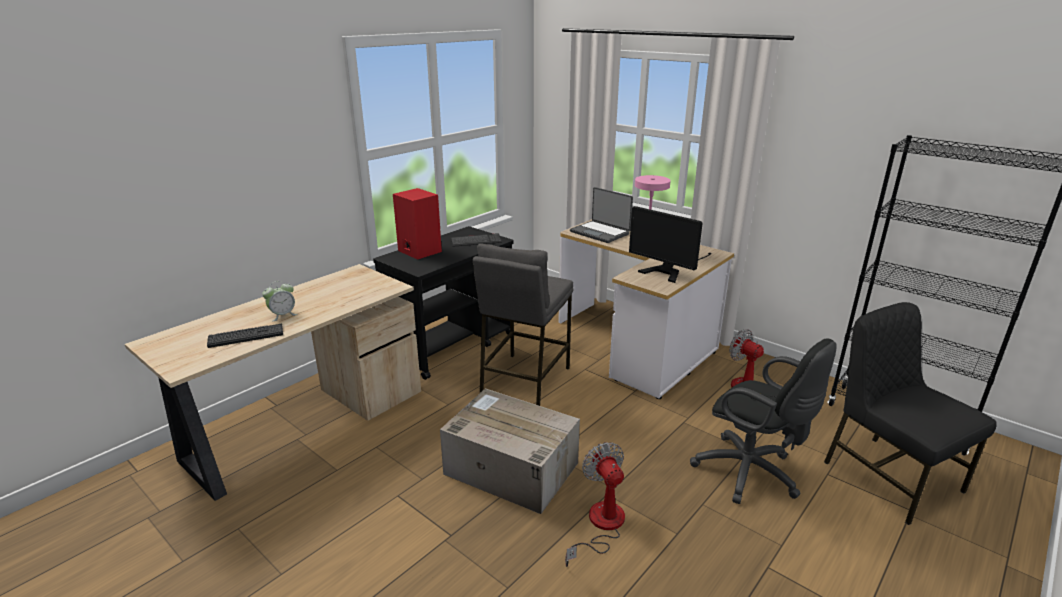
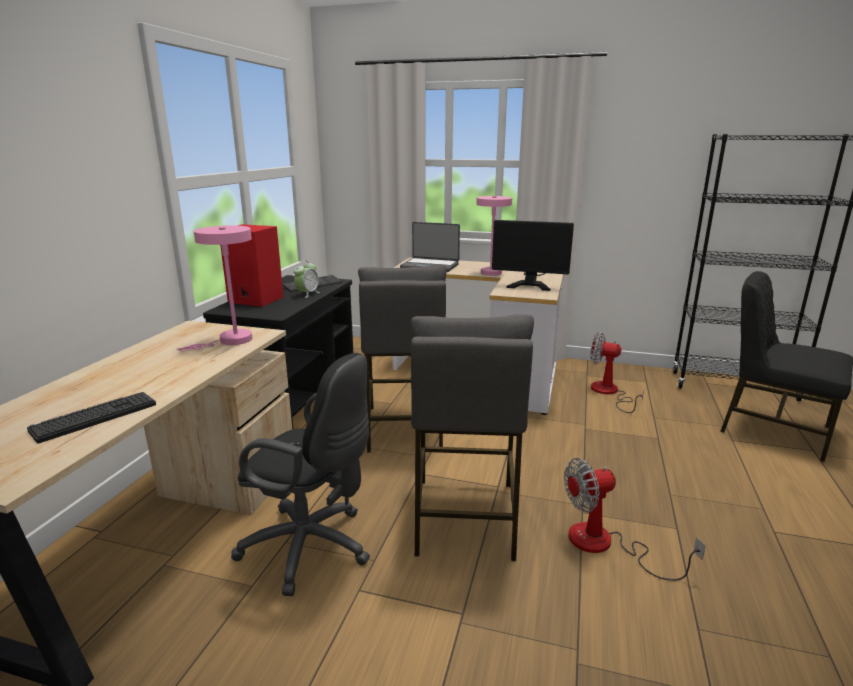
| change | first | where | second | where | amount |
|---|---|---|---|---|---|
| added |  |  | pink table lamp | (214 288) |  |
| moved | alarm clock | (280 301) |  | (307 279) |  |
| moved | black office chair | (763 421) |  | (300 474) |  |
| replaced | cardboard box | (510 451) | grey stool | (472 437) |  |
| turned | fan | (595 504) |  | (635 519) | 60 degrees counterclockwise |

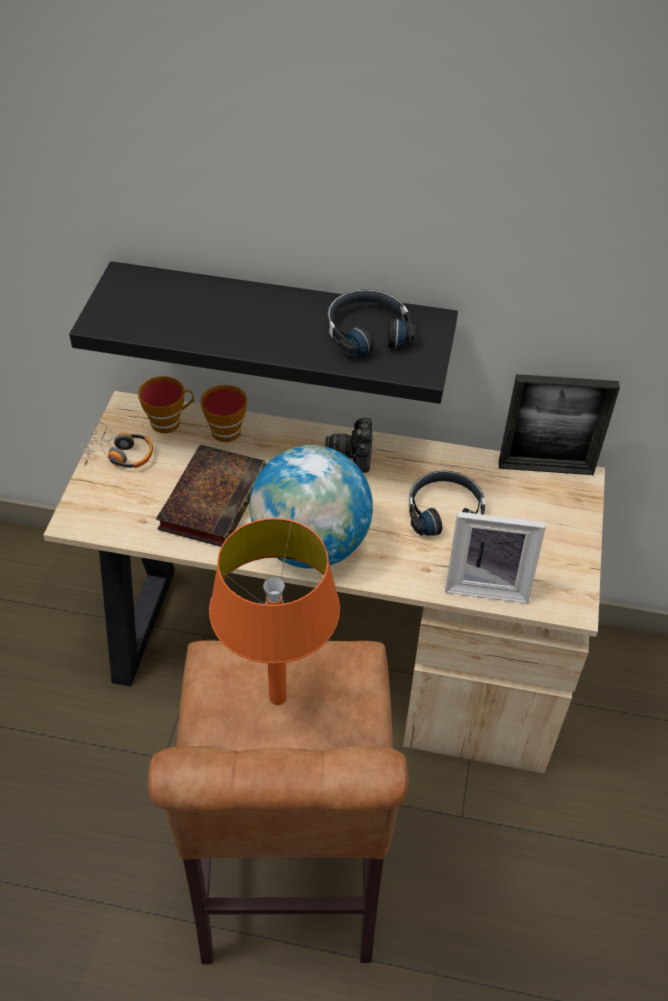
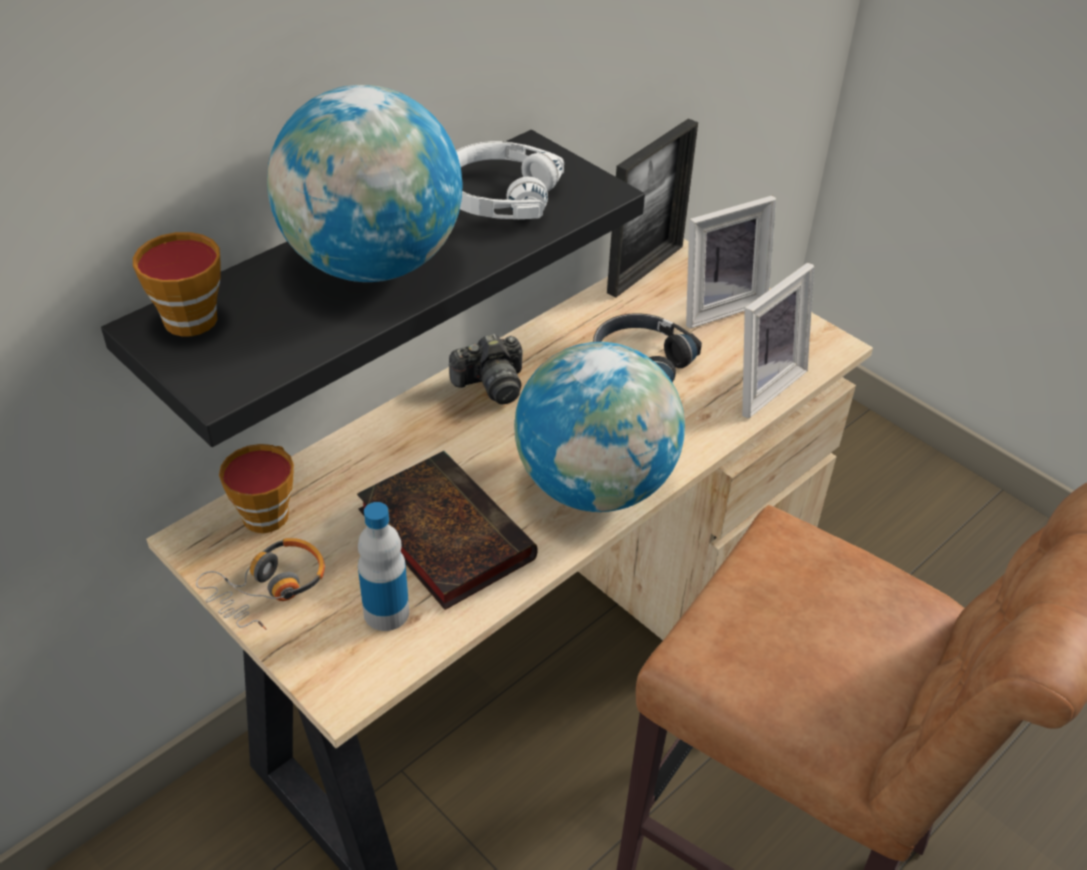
| change | first | where | second | where | amount |
|---|---|---|---|---|---|
| removed | orange table lamp | (274 611) |  |  |  |
| added |  |  | globe | (365 183) |  |
| added |  |  | bottle | (383 566) |  |
| added |  |  | picture frame | (731 262) |  |
| moved | cup | (223 413) |  | (177 284) |  |
| recoloured | black headphones | (371 323) | white headphones | (510 180) |  |
| turned | photo camera | (348 445) |  | (485 369) | 60 degrees counterclockwise |

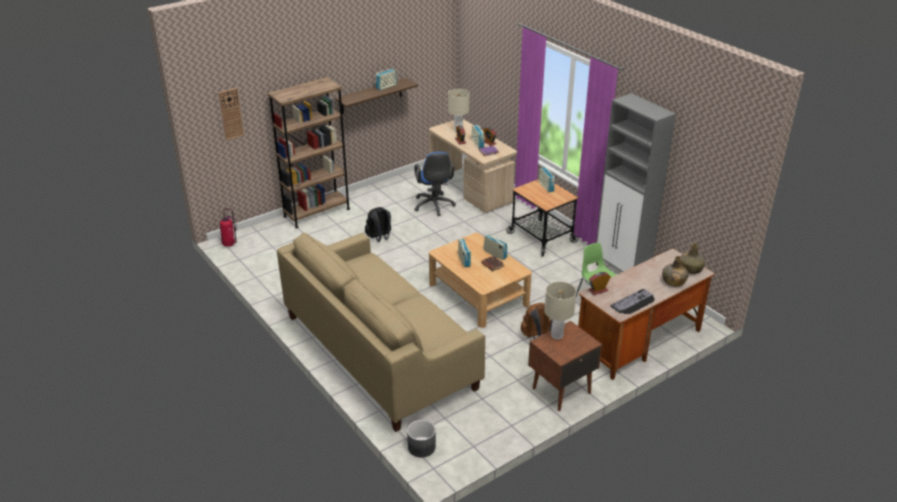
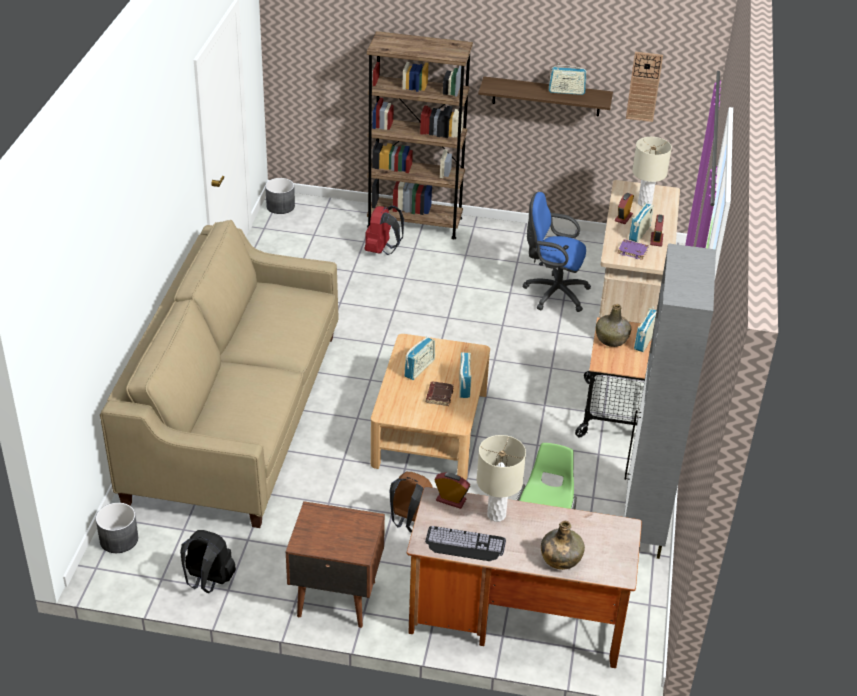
| change | first | where | second | where | amount |
|---|---|---|---|---|---|
| added |  |  | red backpack | (384 230) |  |
| moved | wall clock | (231 114) |  | (644 87) |  |
| moved | black backpack | (378 224) |  | (208 561) |  |
| moved | beige table lamp | (560 310) |  | (501 478) |  |
| moved | green bottle | (692 258) |  | (613 325) |  |
| replaced | fire extinguisher | (228 227) | grey planter | (280 196) |  |
| turned | blue office chair | (435 184) |  | (556 252) | 75 degrees clockwise |

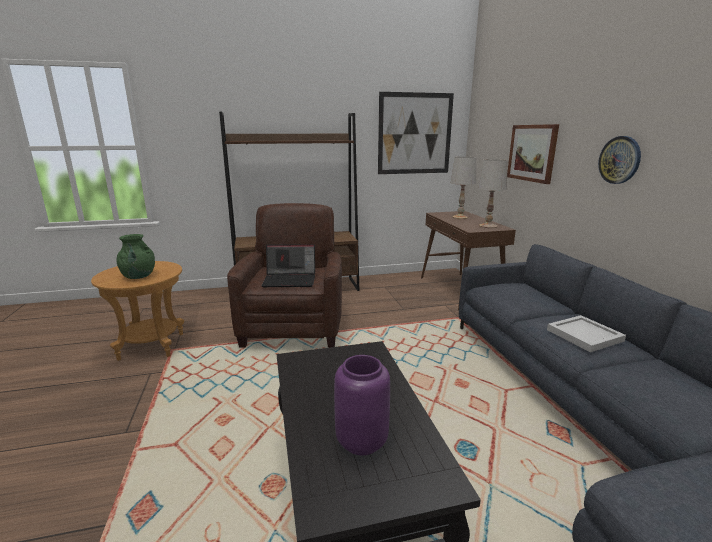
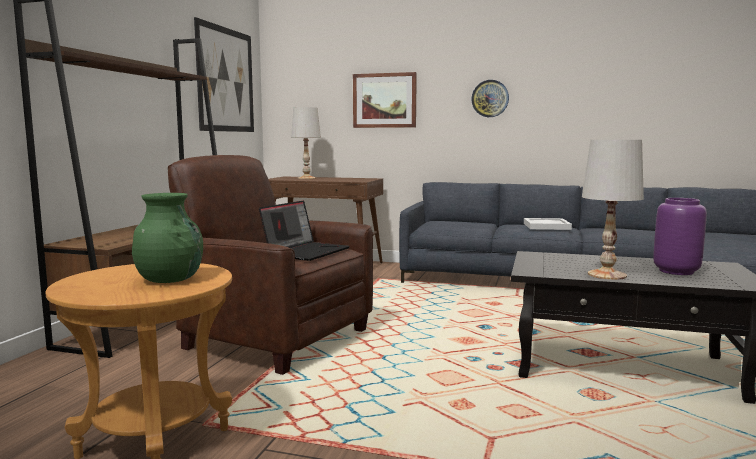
| change | first | where | second | where | amount |
|---|---|---|---|---|---|
| moved | white table lamp | (493 193) |  | (613 210) |  |

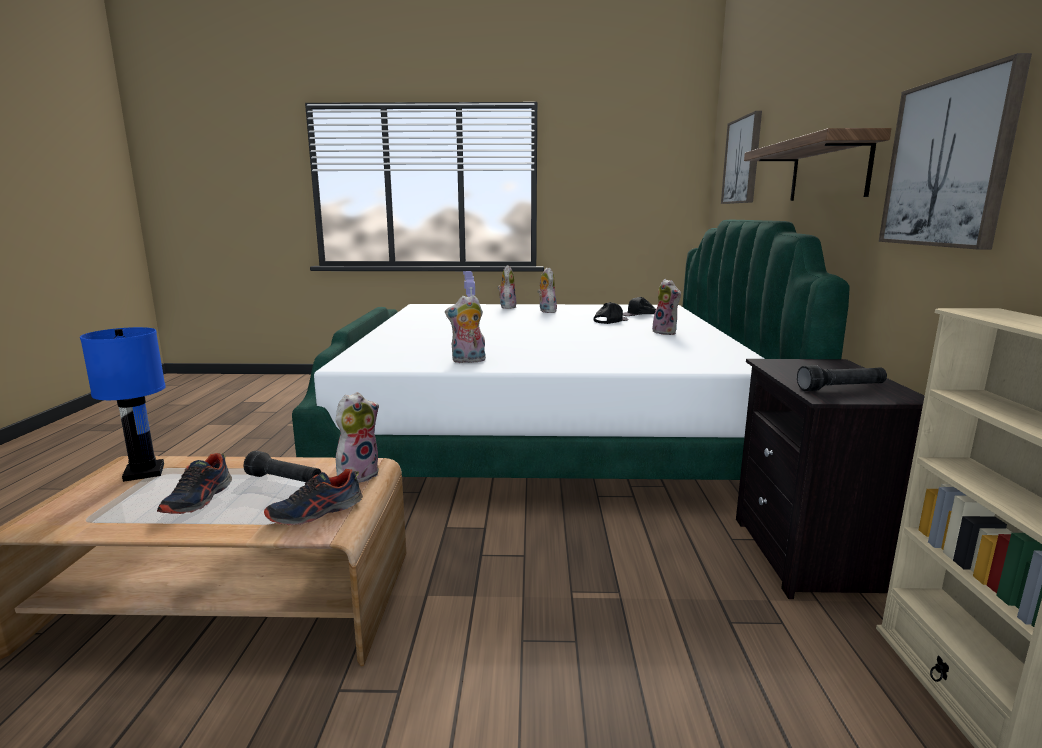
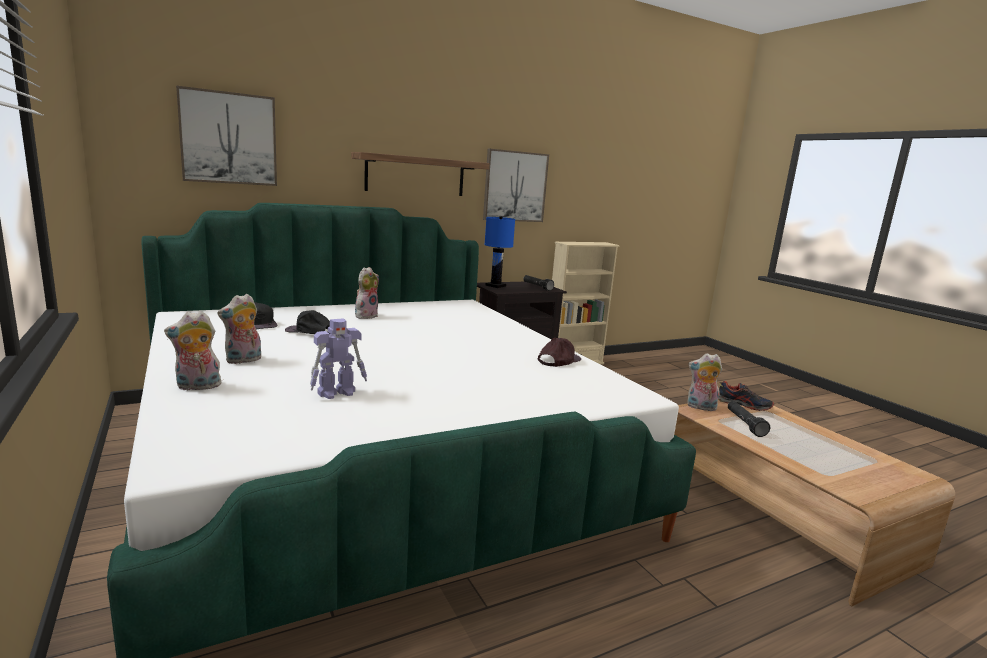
| change | first | where | second | where | amount |
|---|---|---|---|---|---|
| removed | shoe | (194 483) |  |  |  |
| moved | blue table lamp | (123 404) |  | (499 252) |  |
| replaced | plush toy | (465 329) | brown cap | (559 352) |  |

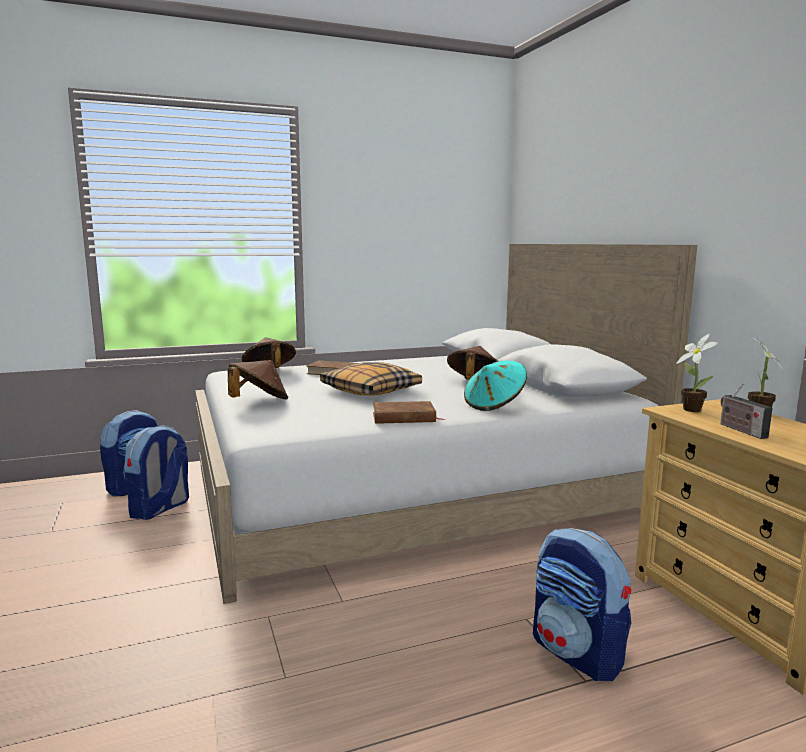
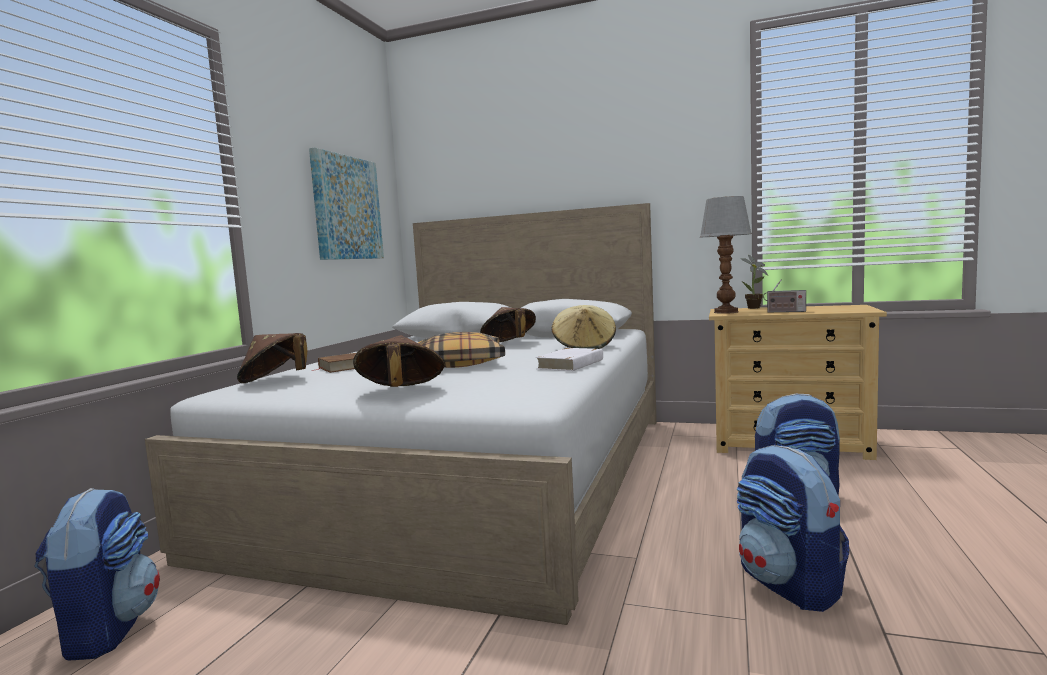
| change | first | where | second | where | amount |
|---|---|---|---|---|---|
| added |  |  | picture | (346 203) |  |
| moved | backpack | (156 472) |  | (793 528) |  |
| replaced | potted plant | (697 372) | table lamp | (726 255) |  |
| recoloured | brown book | (409 412) | white book | (569 359) |  |
| recoloured | turquoise hat | (495 386) | beige hat | (583 327) |  |

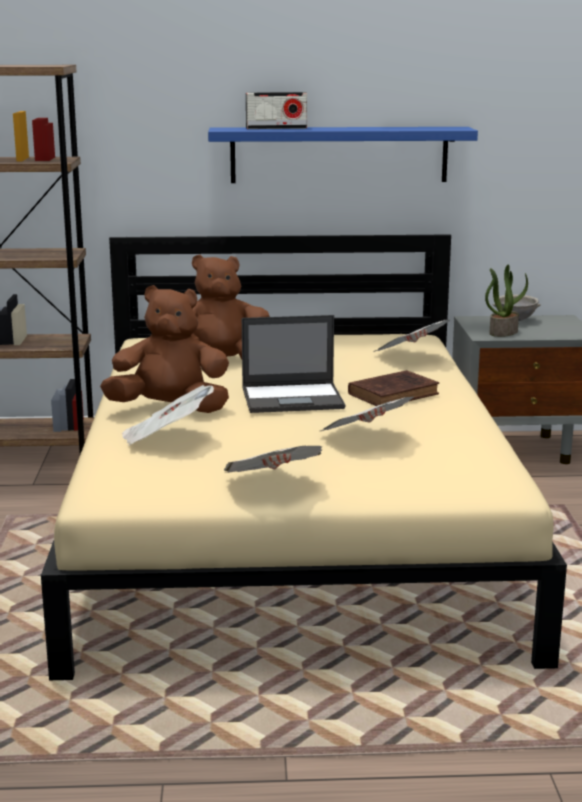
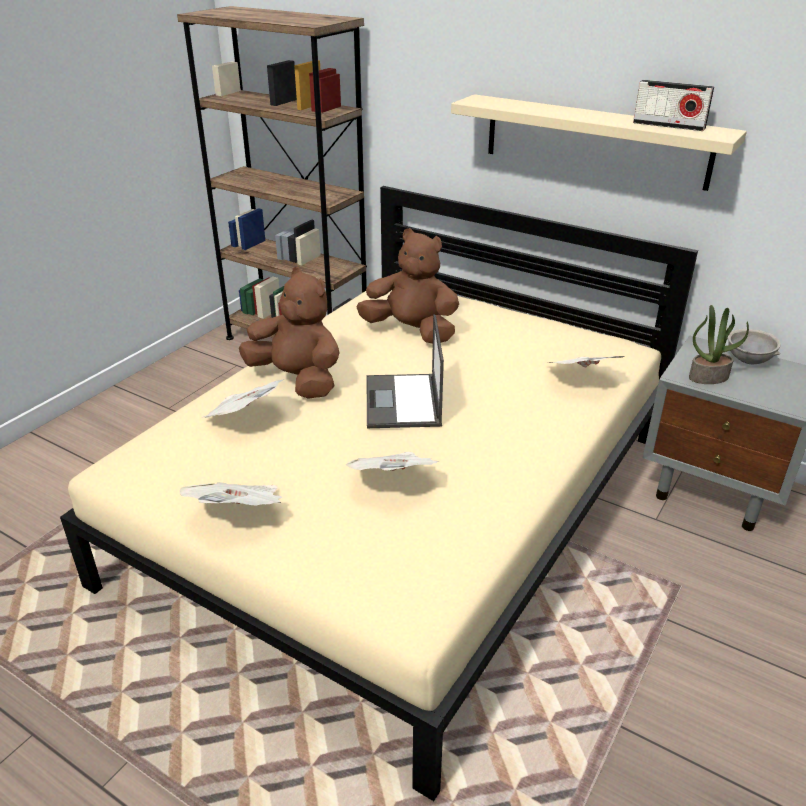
| change | first | where | second | where | amount |
|---|---|---|---|---|---|
| removed | brown book | (393 388) |  |  |  |
| moved | radio | (276 110) |  | (673 105) |  |
| recoloured | blue shelf | (343 155) | beige shelf | (599 142) |  |
| turned | laptop | (293 364) |  | (405 371) | 60 degrees clockwise |

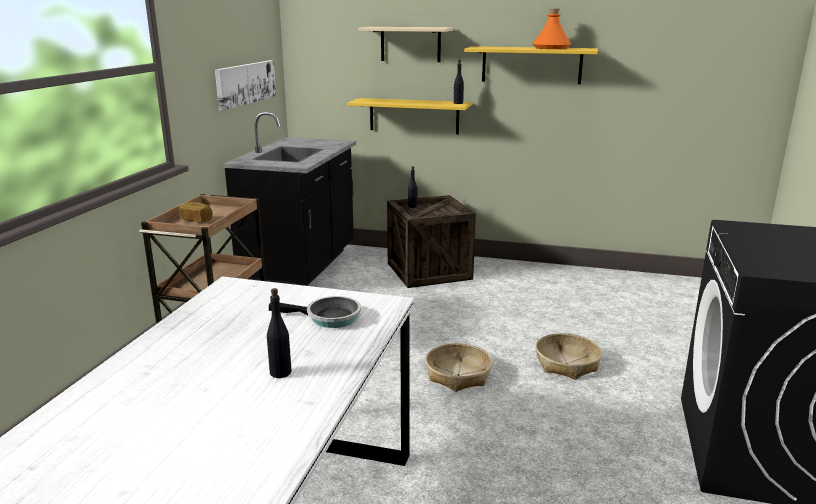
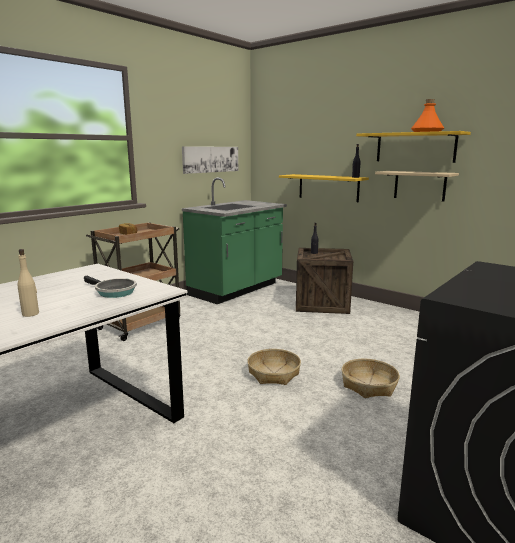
| change | first | where | second | where | amount |
|---|---|---|---|---|---|
| moved | beige shelf | (405 44) |  | (417 186) |  |
| recoloured | black counter | (290 199) | green counter | (234 240) |  |
| recoloured | black bottle | (279 333) | beige bottle | (28 283) |  |

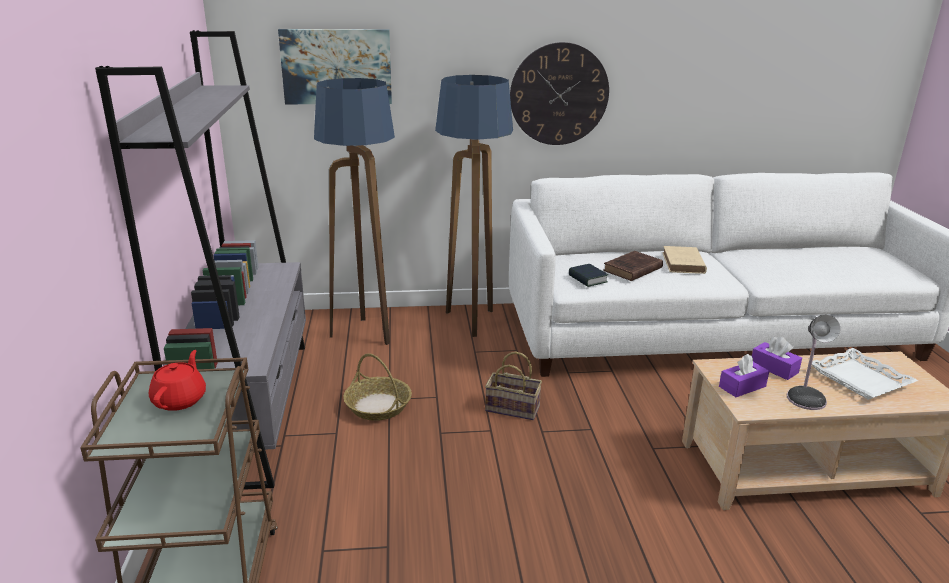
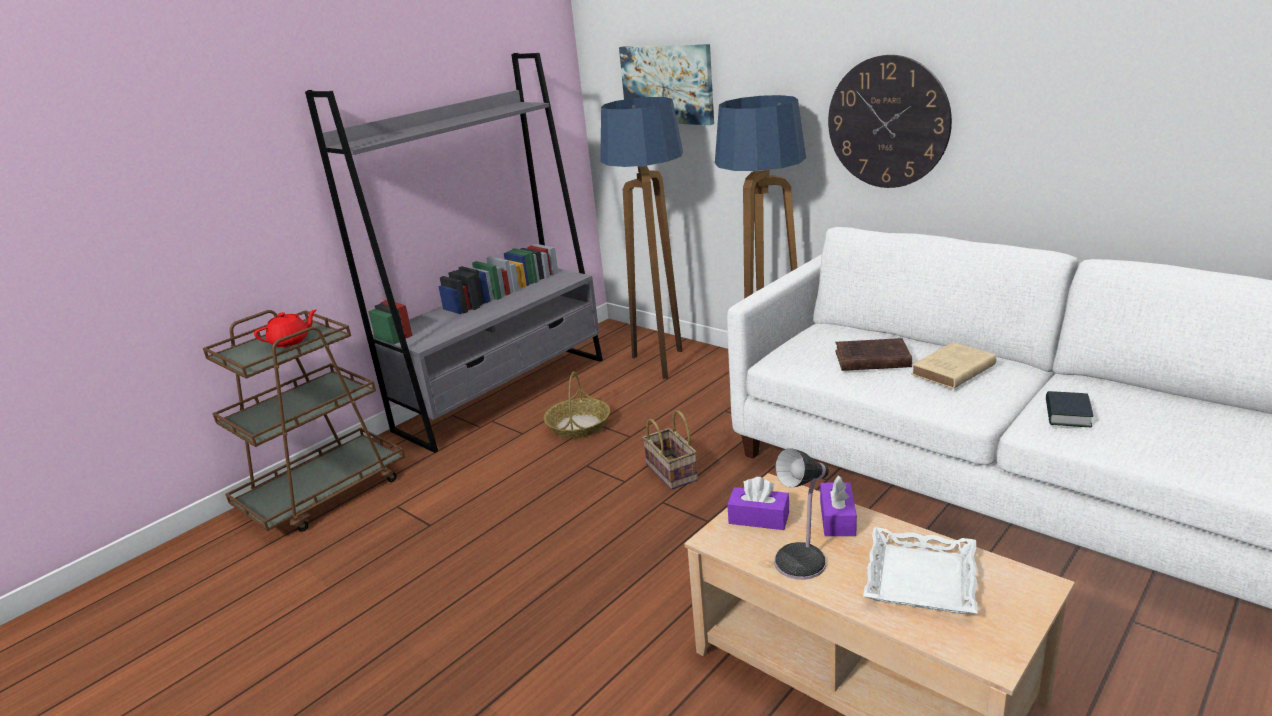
| change | first | where | second | where | amount |
|---|---|---|---|---|---|
| moved | book | (588 275) |  | (1069 409) |  |

